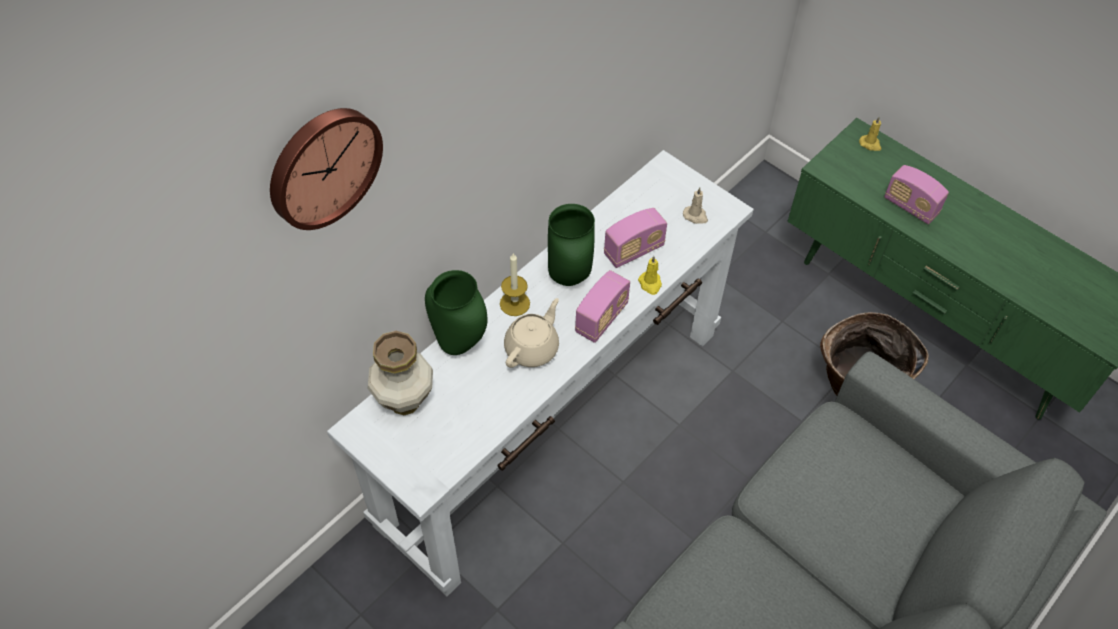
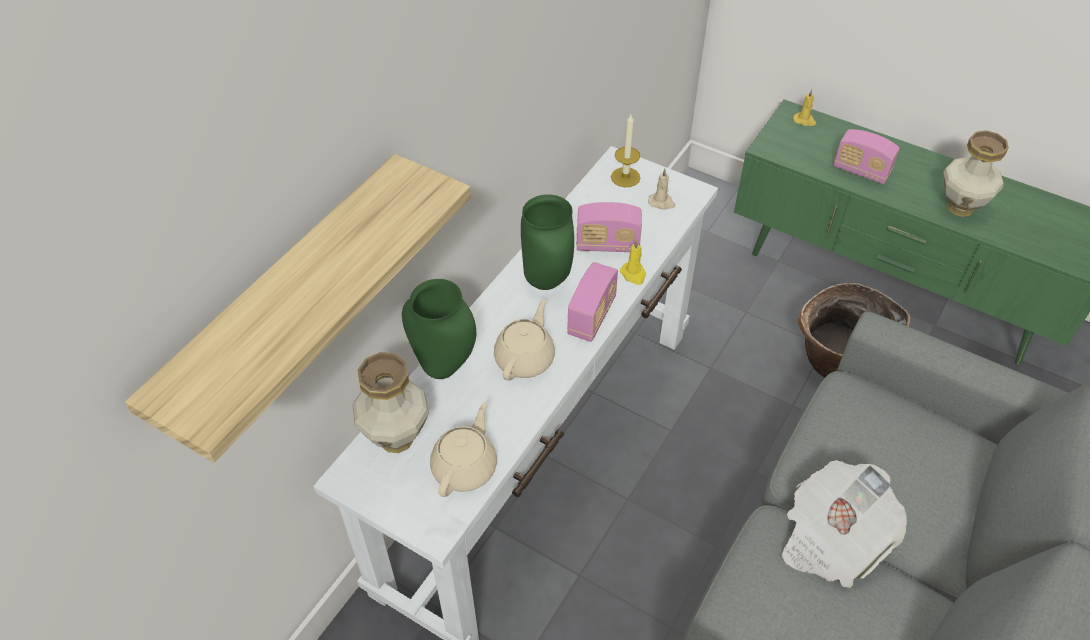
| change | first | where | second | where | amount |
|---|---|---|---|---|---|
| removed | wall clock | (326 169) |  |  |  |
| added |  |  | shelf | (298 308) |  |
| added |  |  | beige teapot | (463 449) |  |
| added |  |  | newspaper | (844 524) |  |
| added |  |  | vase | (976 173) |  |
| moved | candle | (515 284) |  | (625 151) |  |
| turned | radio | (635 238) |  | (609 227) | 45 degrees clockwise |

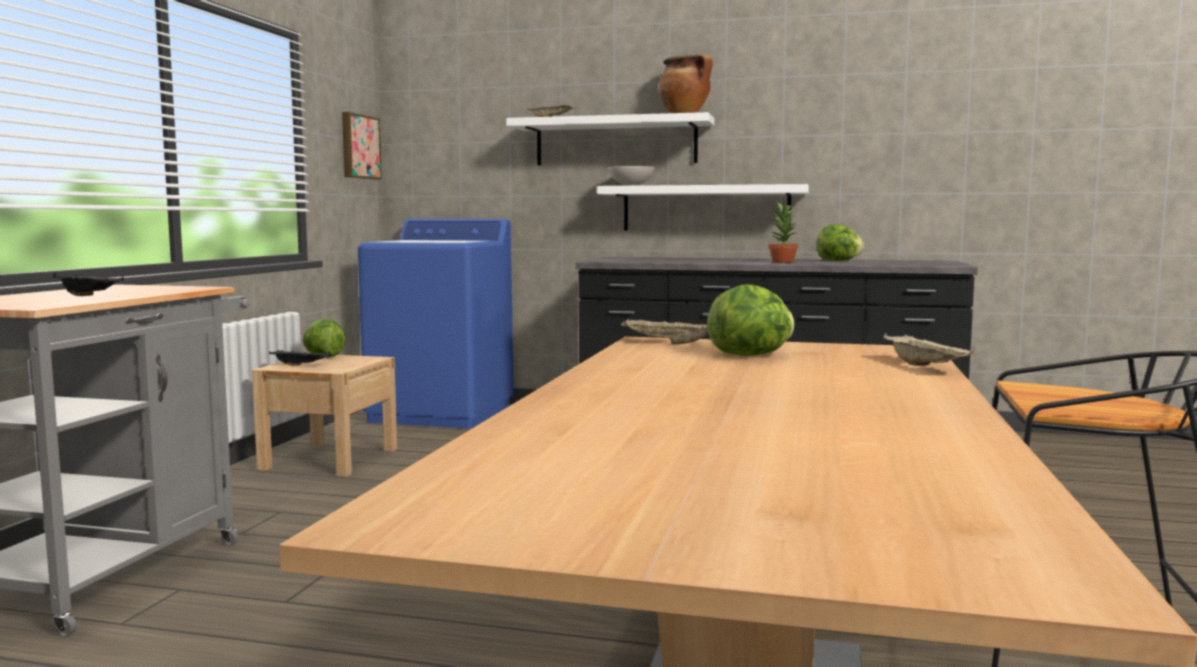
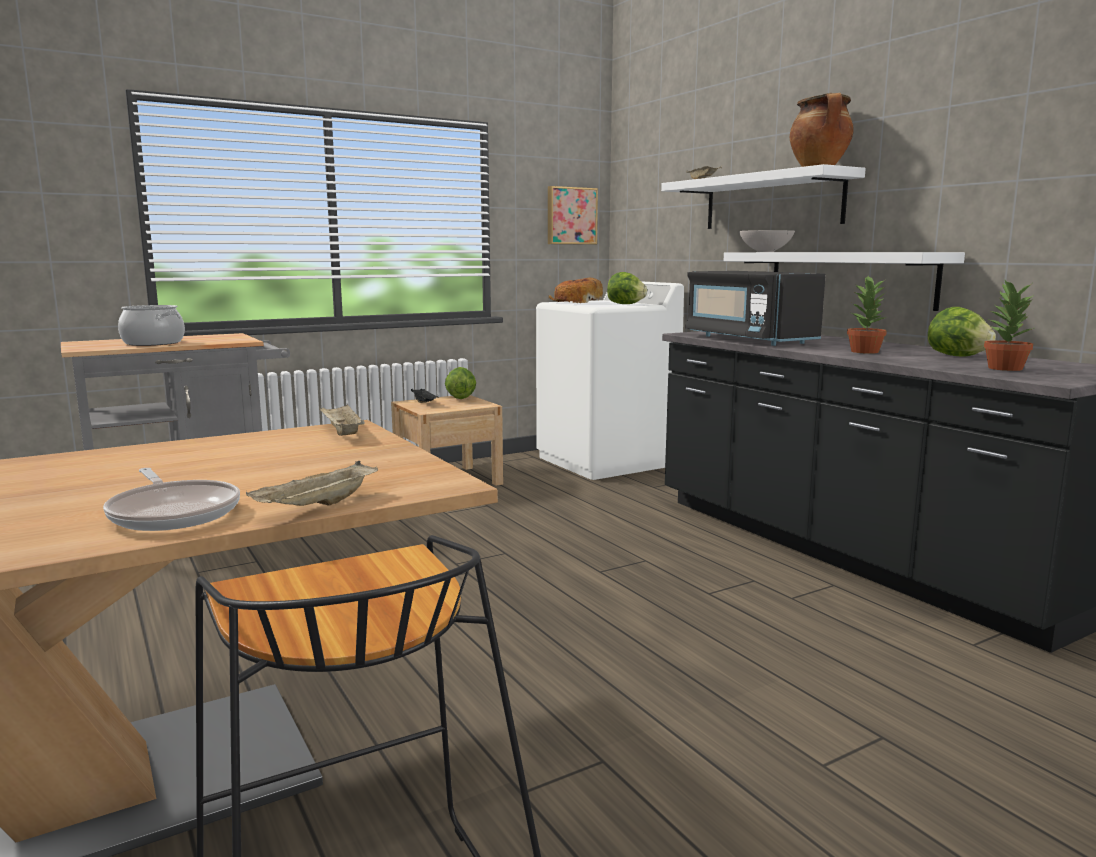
| change | first | where | second | where | amount |
|---|---|---|---|---|---|
| added |  |  | frying pan | (171 499) |  |
| added |  |  | bread | (576 290) |  |
| added |  |  | black microwave | (756 308) |  |
| added |  |  | potted plant | (1010 325) |  |
| moved | lettuce | (750 320) |  | (627 288) |  |
| replaced | black tray | (88 284) | cooking pot | (151 325) |  |
| recoloured | blue washing machine | (436 324) | white washing machine | (610 380) |  |

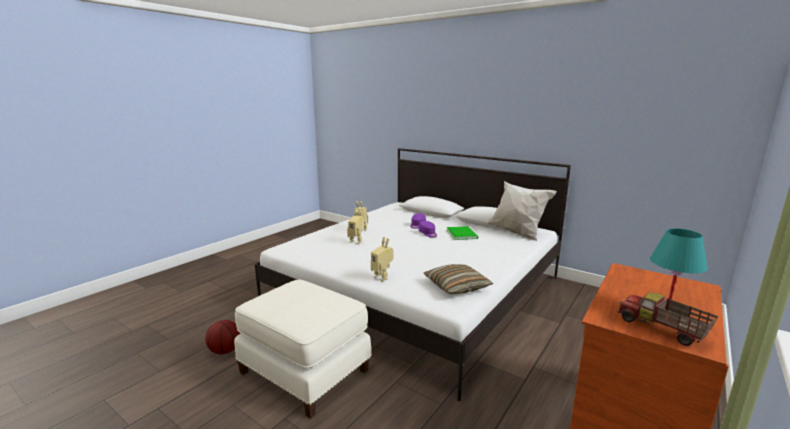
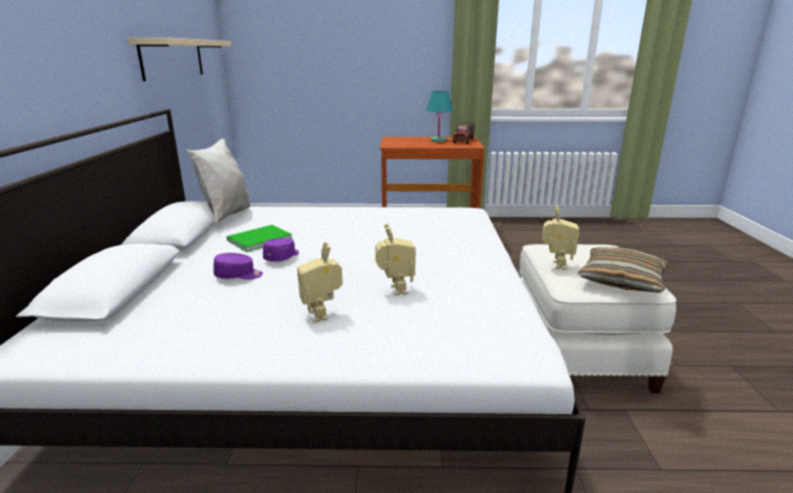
| change | first | where | second | where | amount |
|---|---|---|---|---|---|
| removed | basketball | (222 337) |  |  |  |
| added |  |  | beige shelf | (179 59) |  |
| moved | toy robot | (382 259) |  | (560 238) |  |
| moved | pillow | (459 279) |  | (622 270) |  |

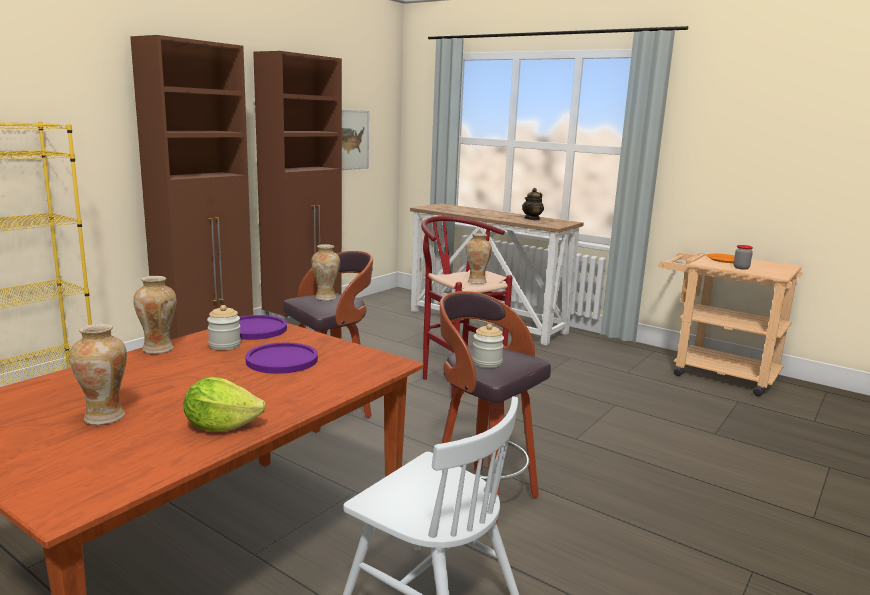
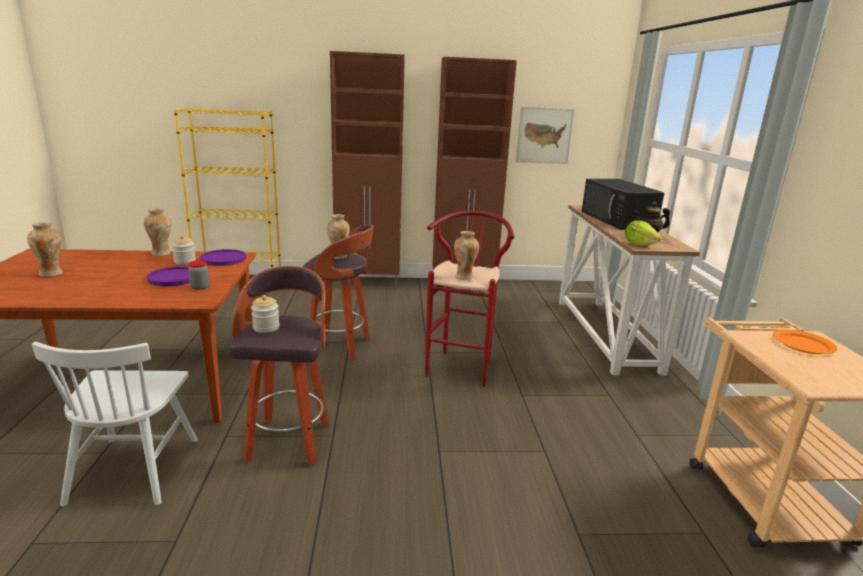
| change | first | where | second | where | amount |
|---|---|---|---|---|---|
| added |  |  | black microwave | (623 204) |  |
| moved | lettuce | (225 404) |  | (643 233) |  |
| moved | jar | (743 257) |  | (199 275) |  |

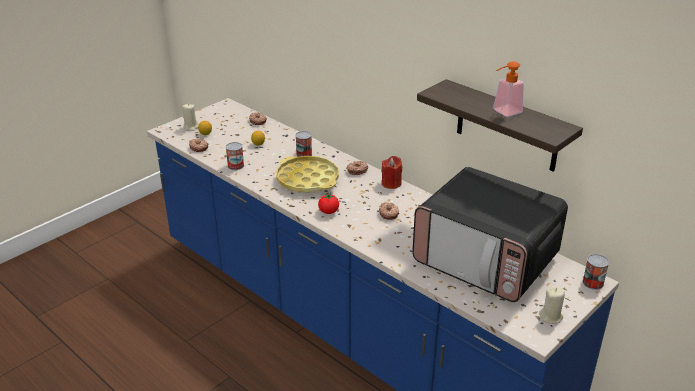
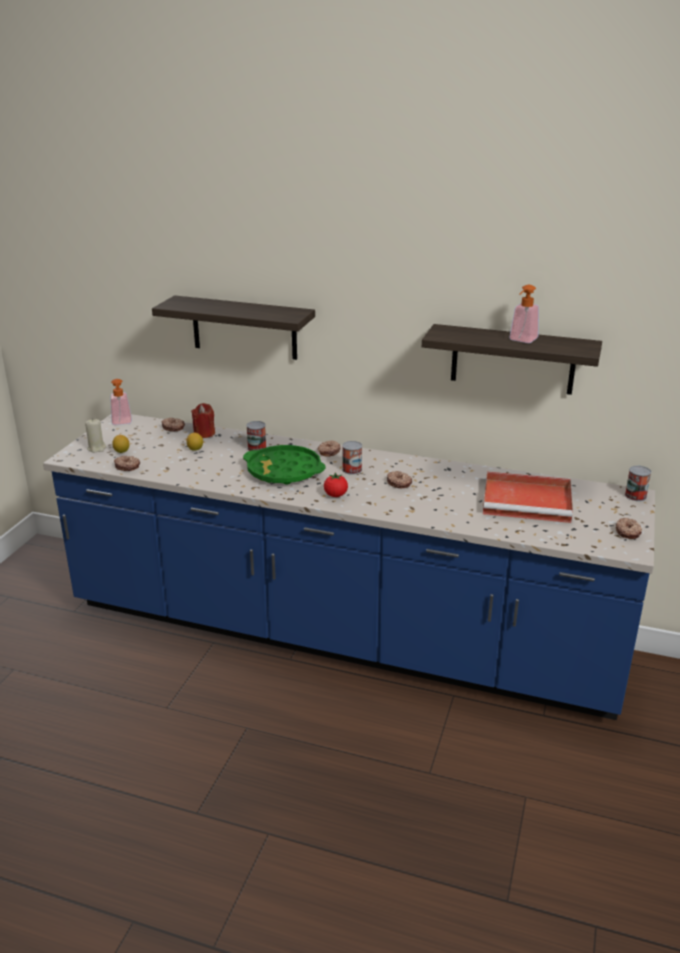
| change | first | where | second | where | amount |
|---|---|---|---|---|---|
| added |  |  | soap dispenser | (121 402) |  |
| added |  |  | shelf | (233 327) |  |
| moved | can | (235 156) |  | (352 458) |  |
| moved | red candle | (392 172) |  | (203 420) |  |
| replaced | microwave | (490 234) | red tray | (528 497) |  |
| replaced | beige candle | (552 305) | donut | (629 528) |  |
| recoloured | yellow tray | (307 174) | green tray | (284 465) |  |

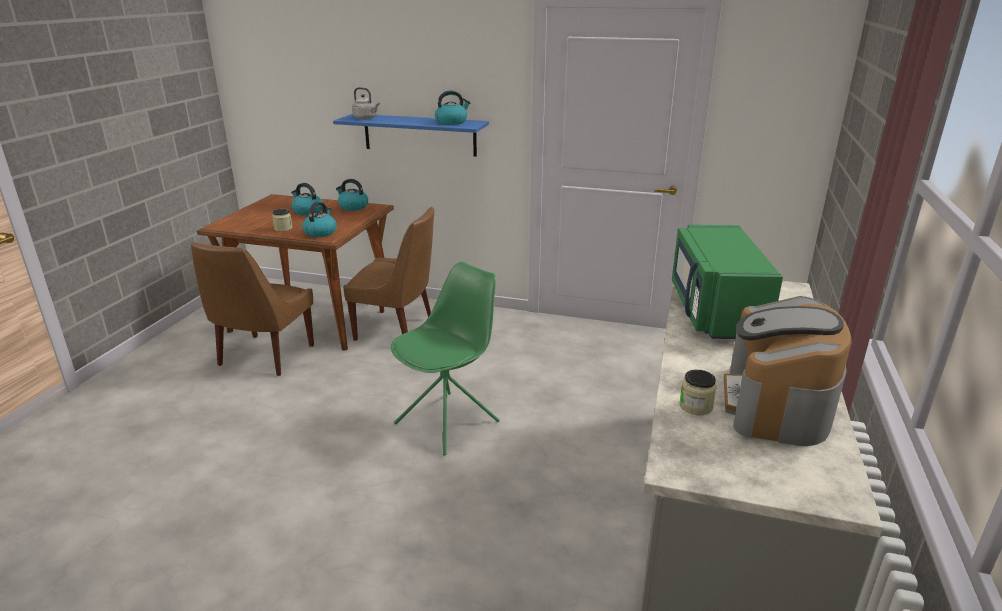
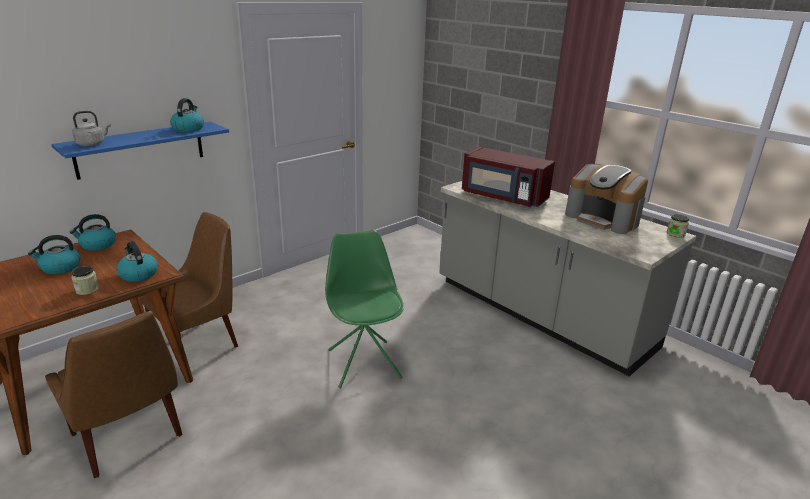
| change | first | where | second | where | amount |
|---|---|---|---|---|---|
| moved | jar | (698 392) |  | (678 226) |  |
| recoloured | green microwave | (727 282) | red microwave | (508 177) |  |

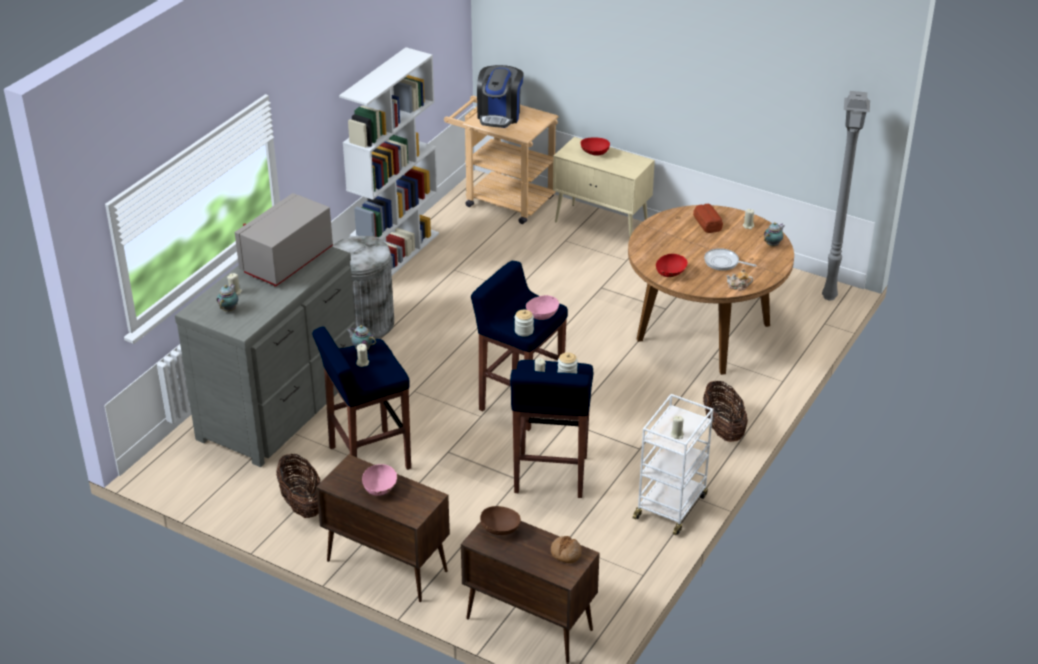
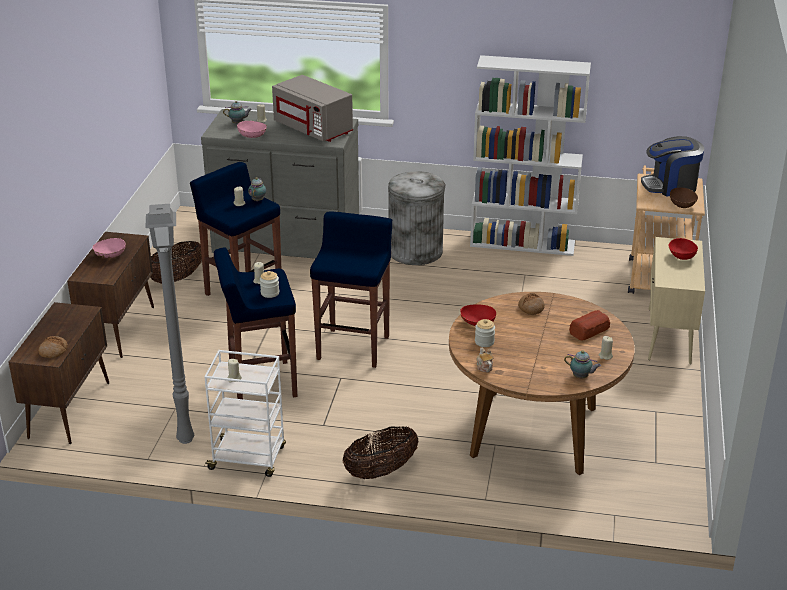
| change | first | where | second | where | amount |
|---|---|---|---|---|---|
| removed | frying pan | (730 259) |  |  |  |
| added |  |  | bread | (531 304) |  |
| moved | brown bowl | (500 520) |  | (684 197) |  |
| moved | jar | (524 322) |  | (485 333) |  |
| moved | pink bowl | (542 307) |  | (252 129) |  |
| moved | grey floor lamp | (846 195) |  | (170 324) |  |
| turned | grey microwave | (284 239) |  | (312 108) | 150 degrees counterclockwise |

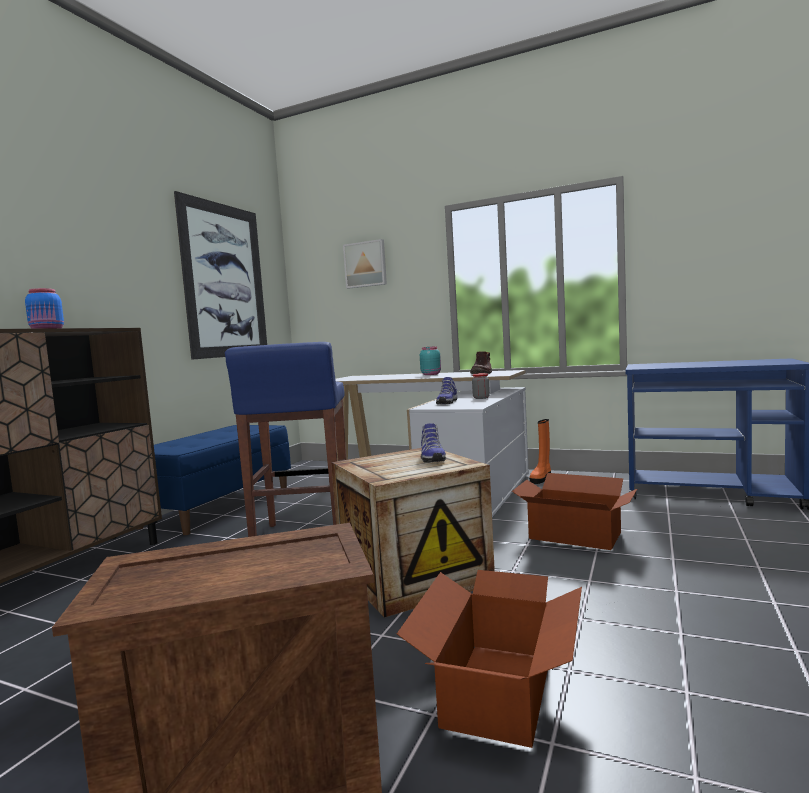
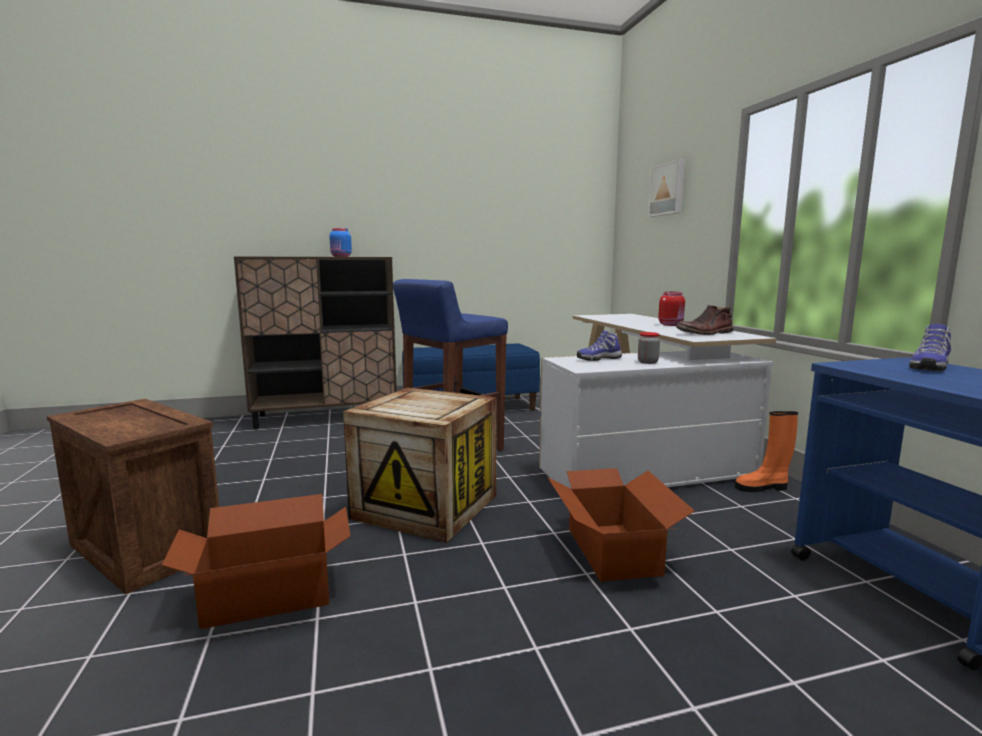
| change | first | where | second | where | amount |
|---|---|---|---|---|---|
| removed | picture | (220 275) |  |  |  |
| moved | shoe | (433 443) |  | (930 347) |  |
| recoloured | turquoise jar | (430 360) | red jar | (671 309) |  |

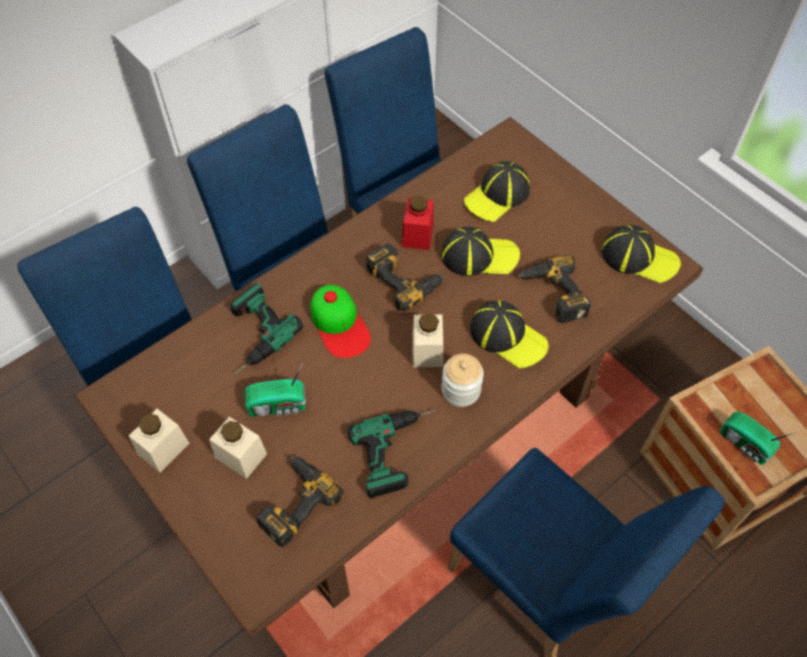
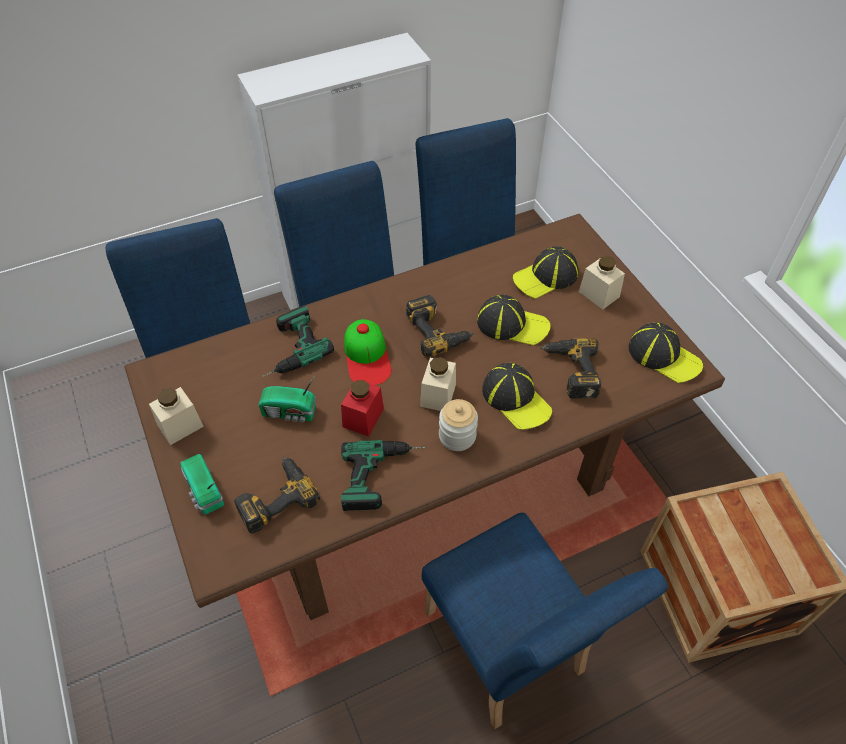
| change | first | where | second | where | amount |
|---|---|---|---|---|---|
| moved | beige jar | (238 448) |  | (602 282) |  |
| moved | red jar | (418 223) |  | (362 408) |  |
| moved | radio | (758 437) |  | (202 484) |  |

